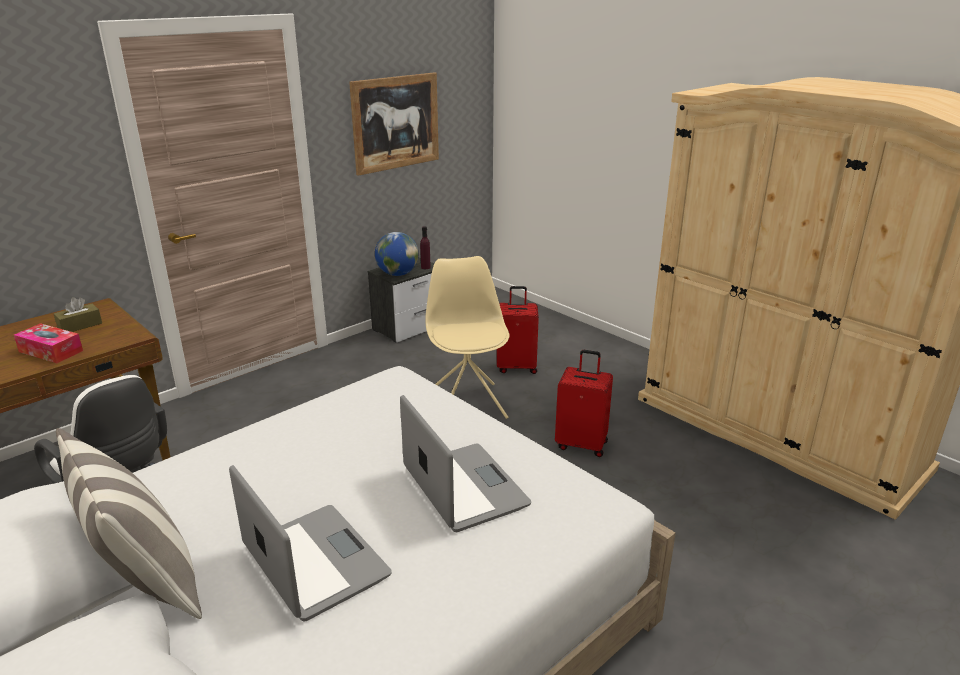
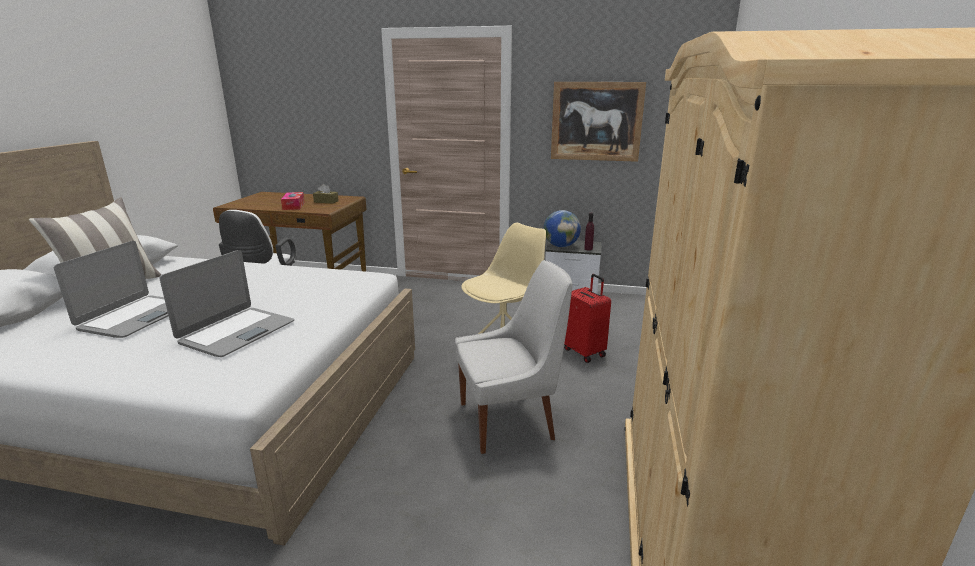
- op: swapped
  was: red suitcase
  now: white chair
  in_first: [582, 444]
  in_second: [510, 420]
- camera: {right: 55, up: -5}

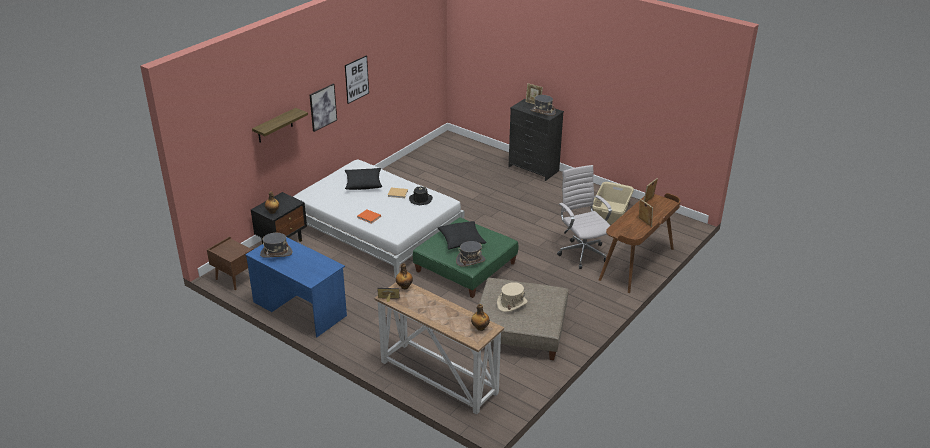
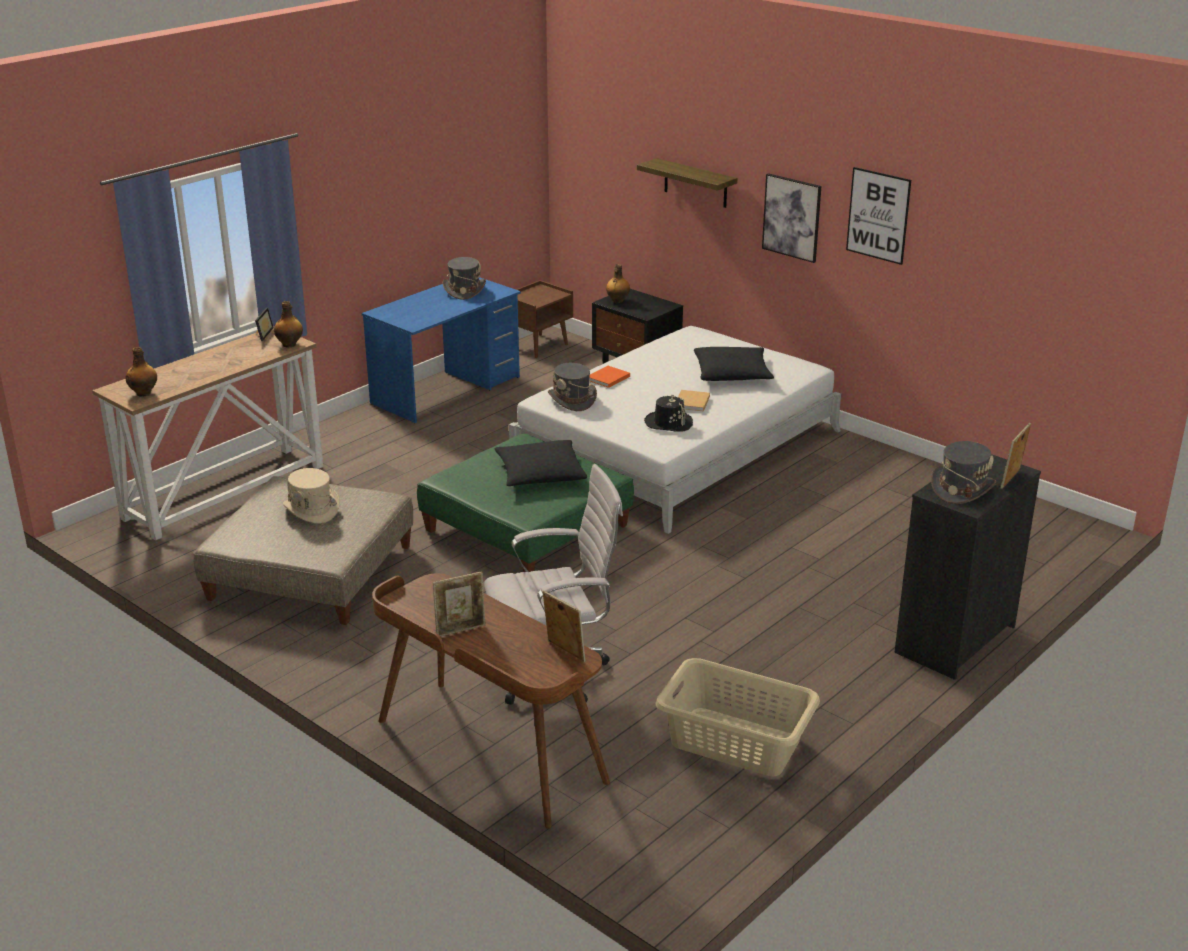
- op: shifted
  was: grey hat
  in_first: [470, 260]
  in_second: [572, 400]
- camera: {right: 95, up: -5}

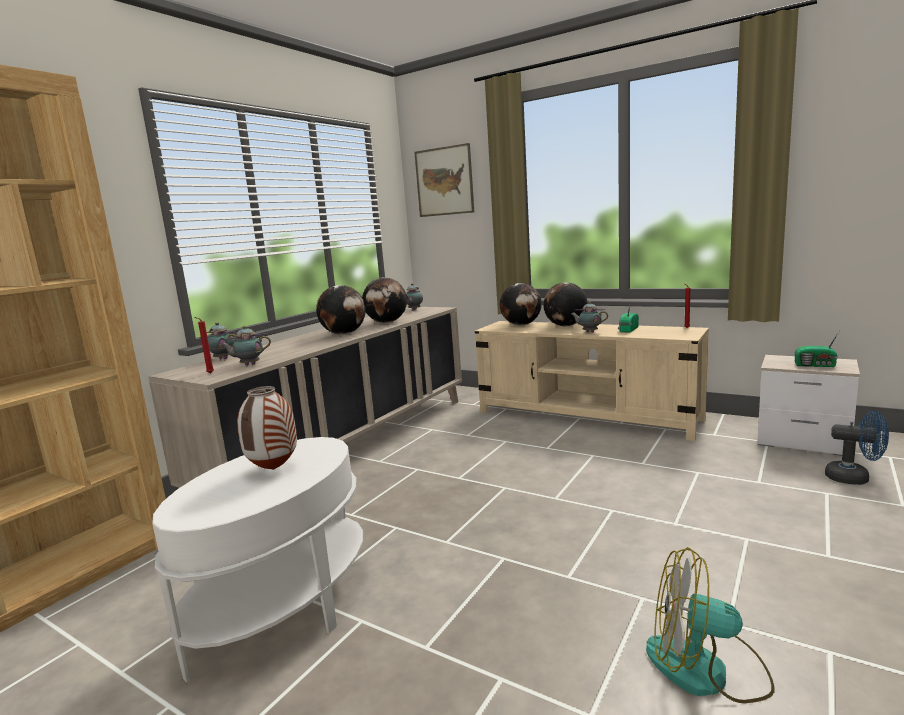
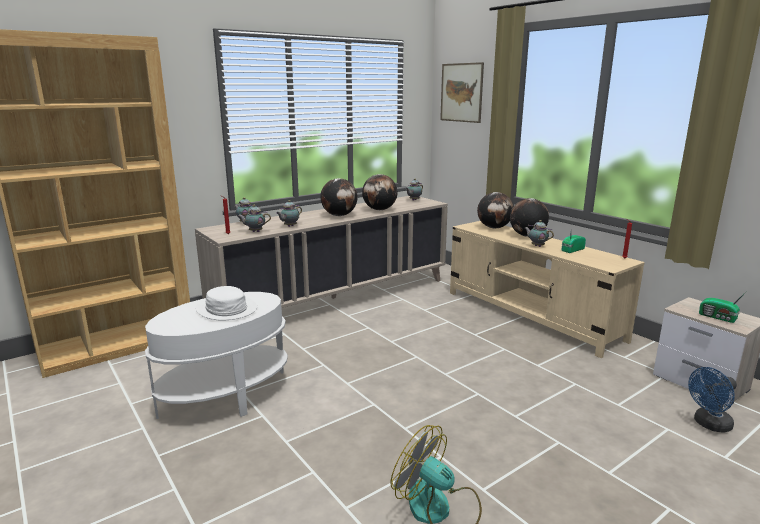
- op: swapped
  was: vase
  now: white hat
  in_first: [273, 469]
  in_second: [226, 309]
- op: new
  now: teapot
  in_second: [289, 226]
- op: rotated
  was: blue fan
  in_first: [854, 478]
  in_second: [709, 424]
  clockwise: 105
- camera: {right: 20, up: 5}

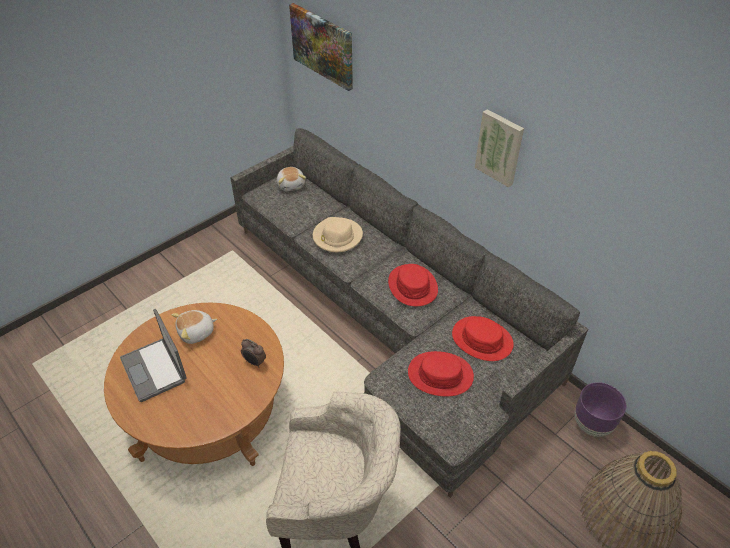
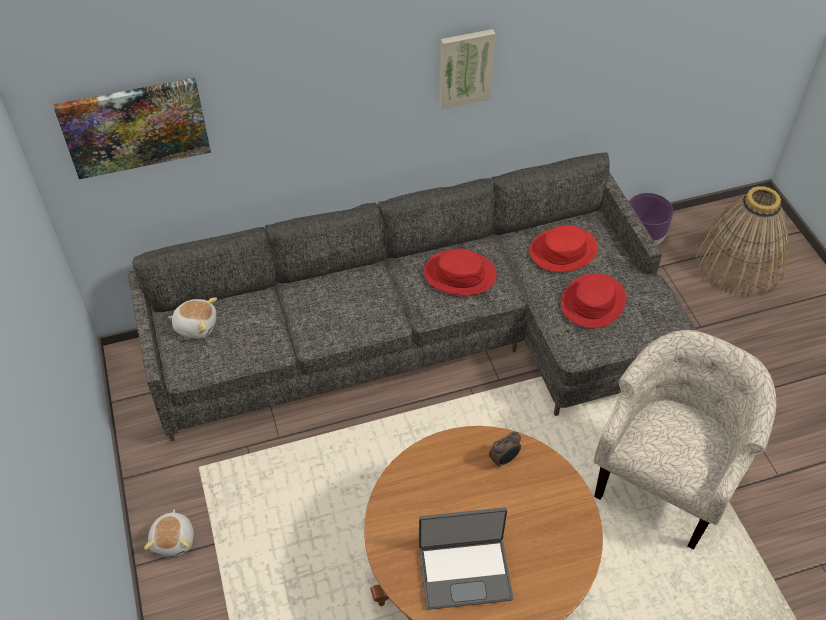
- op: shifted
  was: plush toy
  in_first: [196, 333]
  in_second: [174, 540]
- op: gone
  was: beige hat
  in_first: [337, 237]
- camera: {right: -65, up: 5}

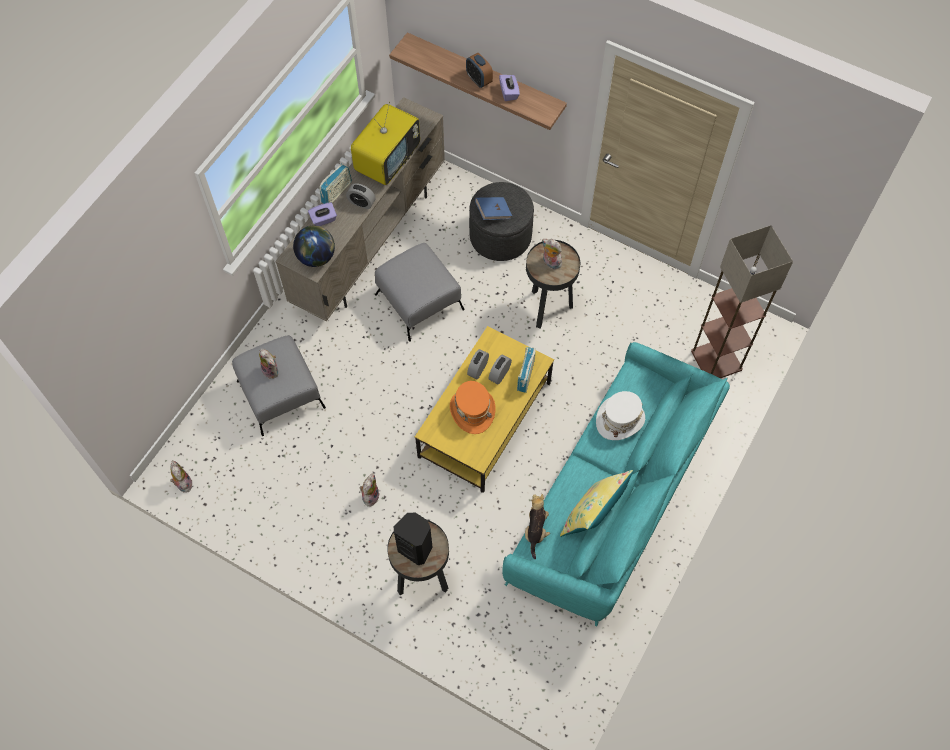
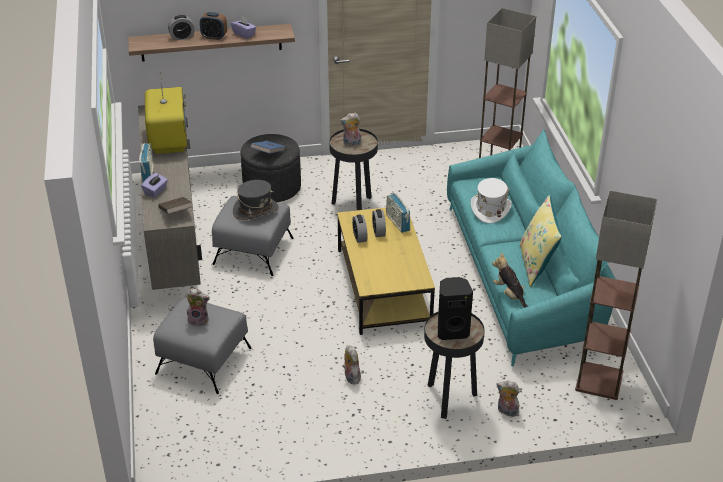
- op: swapped
  was: globe
  now: brown book
  in_first: [316, 257]
  in_second: [176, 212]
- op: shifted
  was: alarm clock
  in_first: [361, 203]
  in_second: [182, 37]
- op: new
  now: grey hat
  in_second: [255, 210]
- op: shifted
  was: plush toy
  in_first: [183, 483]
  in_second: [506, 411]
- op: new
  now: floor lamp
  in_second: [598, 381]
- op: gone
  was: orange hat
  in_first: [472, 411]
- camera: {right: -40, up: -25}

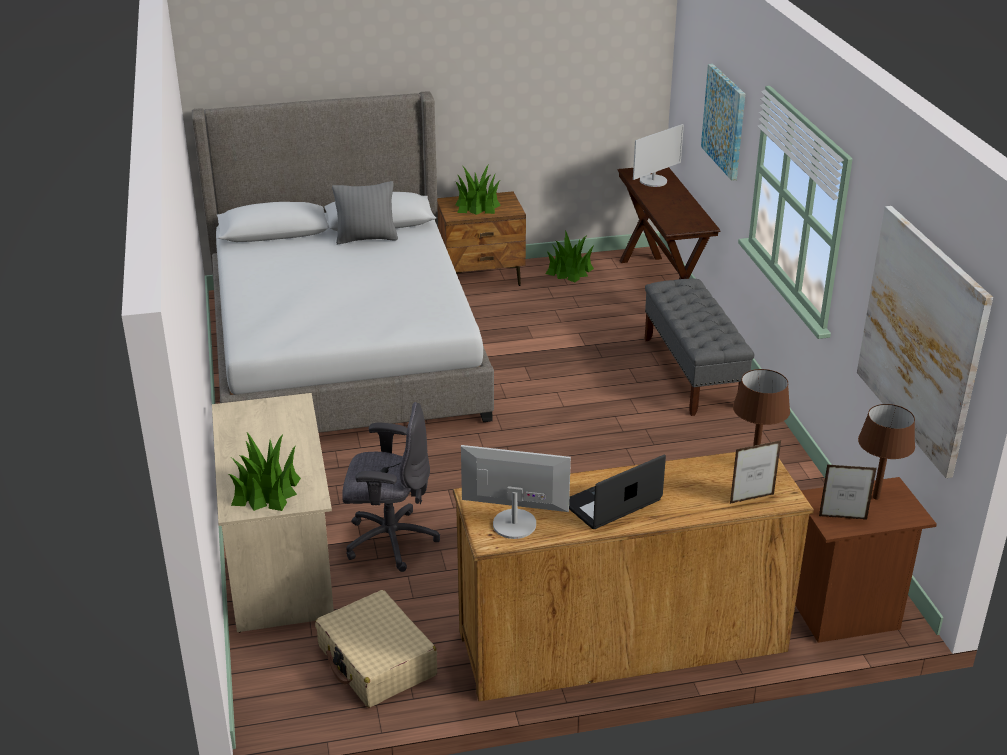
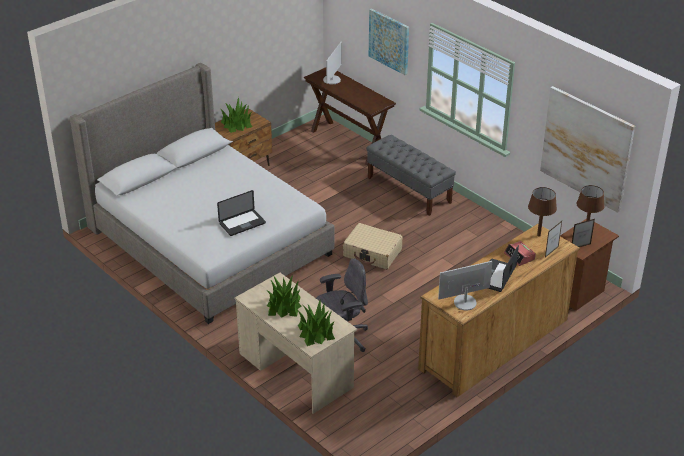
- op: new
  now: laptop
  in_second: [242, 223]
- op: shifted
  was: potted plant
  in_first: [569, 270]
  in_second: [284, 305]
- op: shifted
  was: beige suitcase
  in_first: [377, 661]
  in_second: [372, 253]
- op: new
  now: alarm clock
  in_second: [519, 256]
- op: gone
  was: grey pillow
  in_first: [366, 238]
- camera: {right: -30, up: 5}

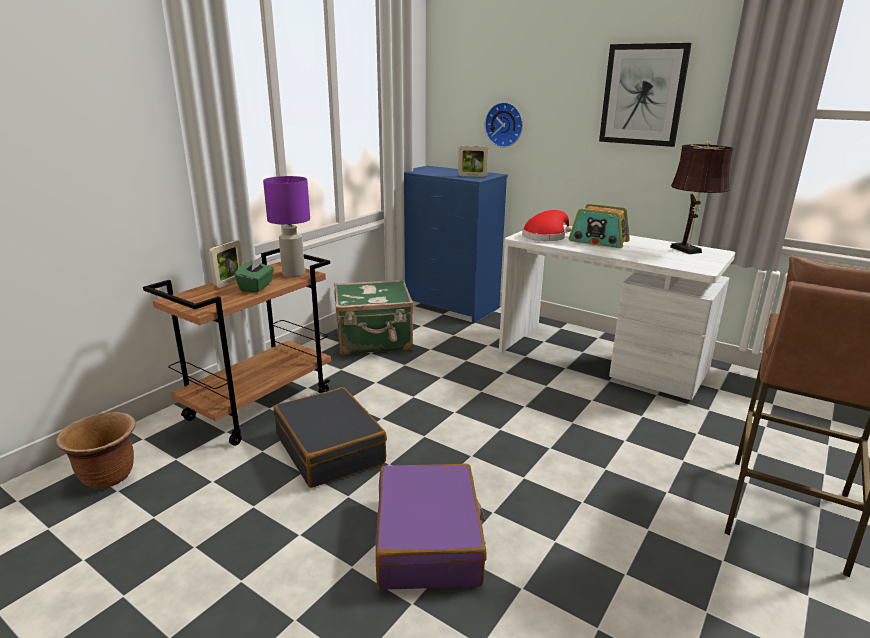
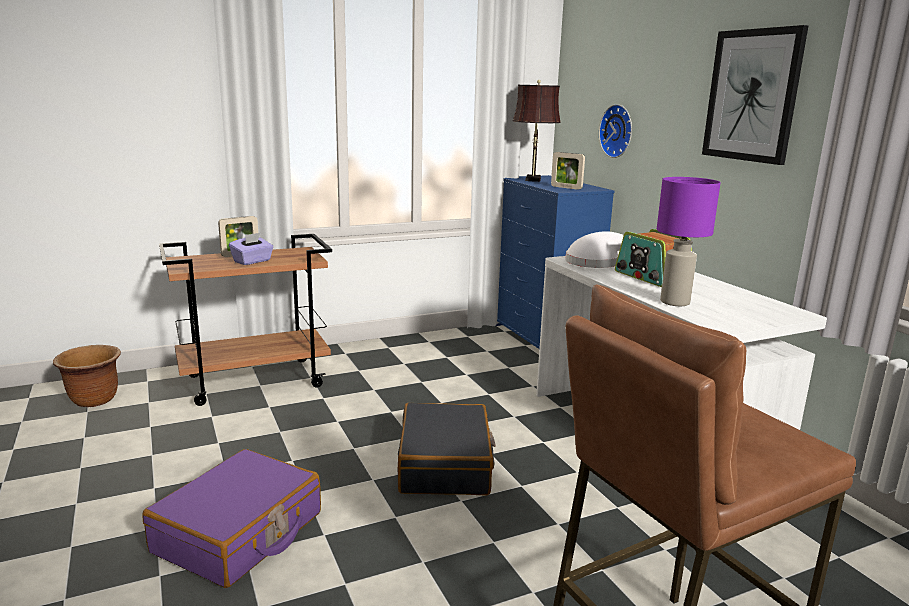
- op: repainted
  was: green tissue box
  now: purple tissue box
  in_first: [256, 287]
  in_second: [252, 261]
- op: shifted
  was: black suitcase
  in_first: [330, 449]
  in_second: [445, 464]
- op: shifted
  was: brown table lamp
  in_first: [687, 250]
  in_second: [532, 180]
- op: repainted
  was: red hat
  now: white hat
  in_first: [545, 236]
  in_second: [596, 263]
- op: shifted
  was: purple table lamp
  in_first: [294, 274]
  in_second: [675, 302]
- op: gone
  was: green suitcase
  in_first: [374, 340]
- camera: {right: 30, up: -5}

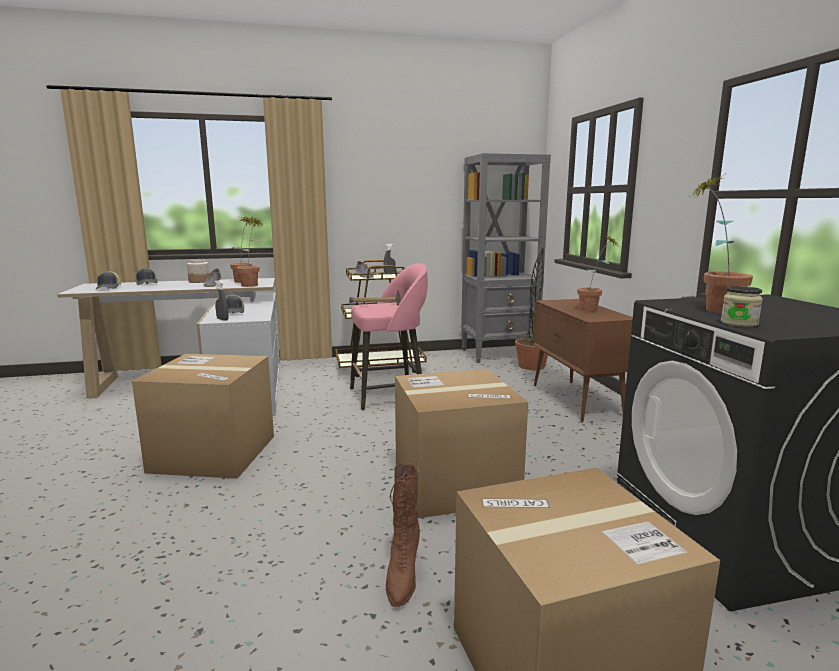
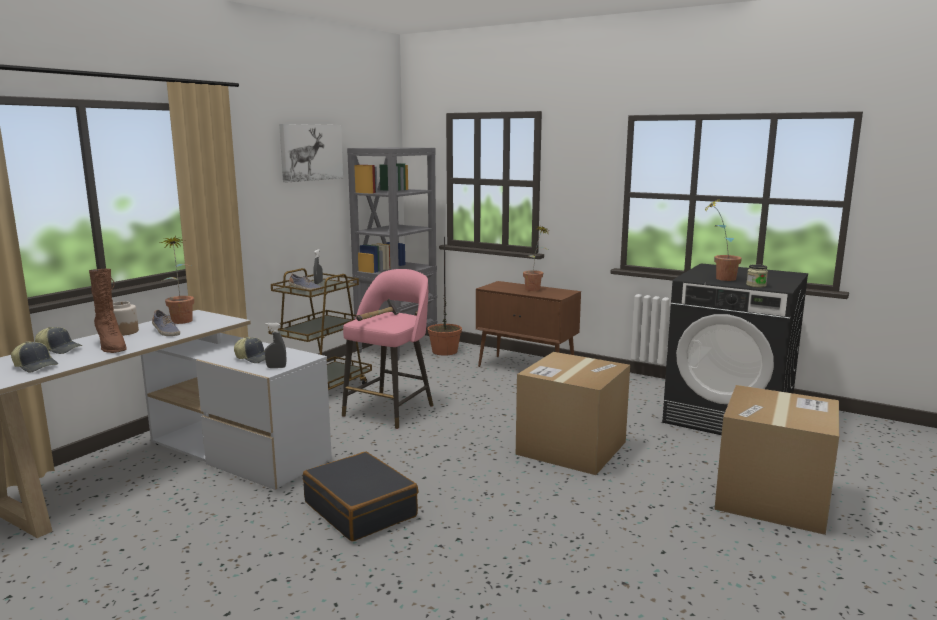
- op: shifted
  was: brown boot
  in_first: [402, 575]
  in_second: [111, 346]
- op: new
  now: picture
  in_second: [311, 152]
- op: swapped
  was: cardboard box
  now: black suitcase
  in_first: [213, 453]
  in_second: [361, 509]
- op: gone
  was: potted plant
  in_first: [253, 284]
- camera: {right: -45, up: 0}

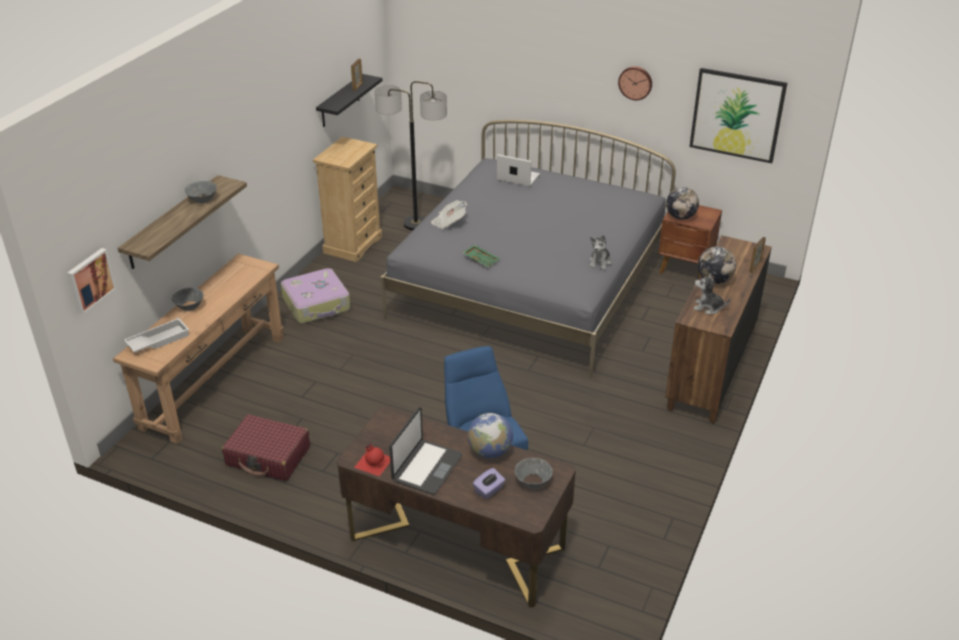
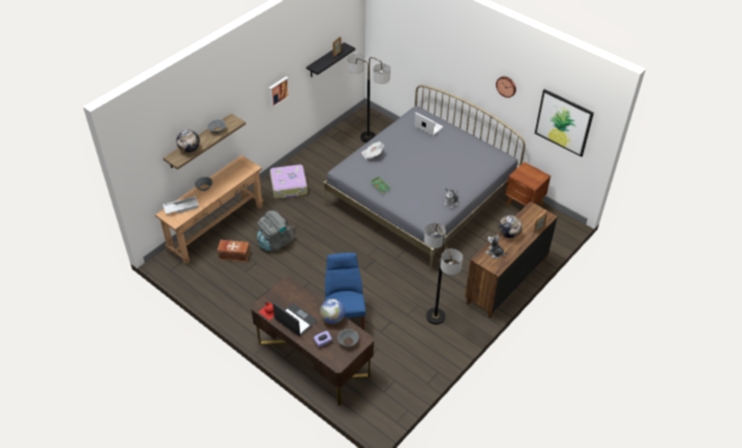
- op: shifted
  was: globe
  in_first: [680, 217]
  in_second: [189, 149]
- op: new
  now: brown storage box
  in_second: [234, 255]
- op: new
  now: grey backpack
  in_second: [275, 242]
- op: shifted
  was: picture
  in_first: [90, 280]
  in_second: [278, 91]
- op: rotated
  was: laptop
  in_first: [426, 467]
  in_second: [295, 320]
  clockwise: -90
- op: new
  now: floor lamp
  in_second: [435, 316]
- op: gone
  was: red suitcase
  in_first: [268, 456]
- op: gone
  was: beige dresser
  in_first: [353, 244]
- camera: {right: 15, up: 10}

